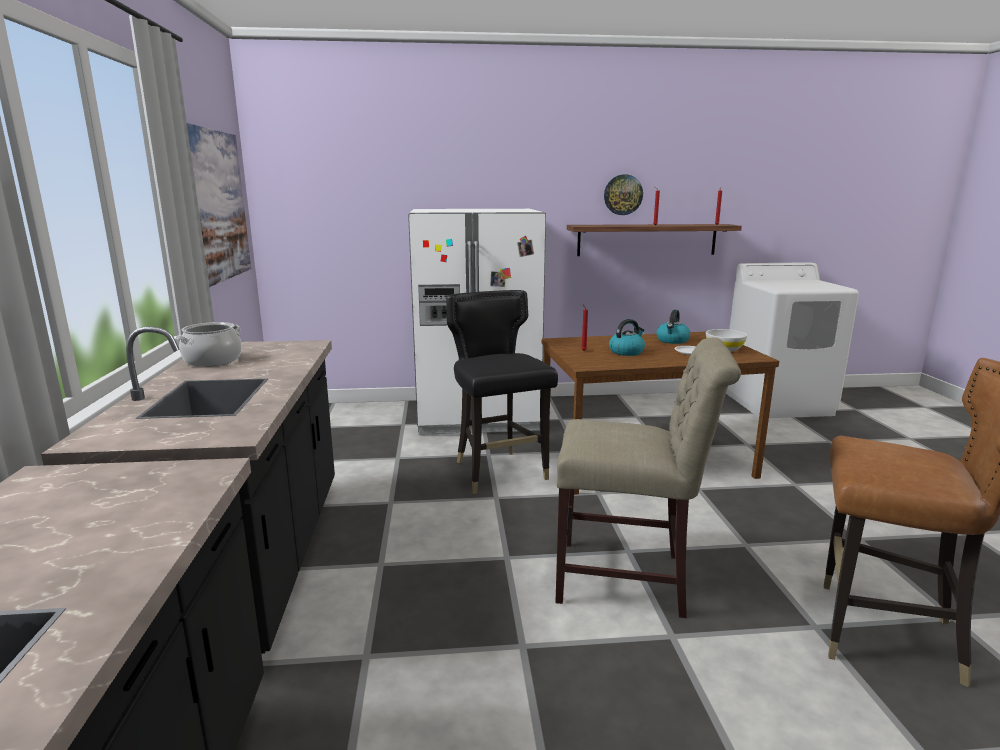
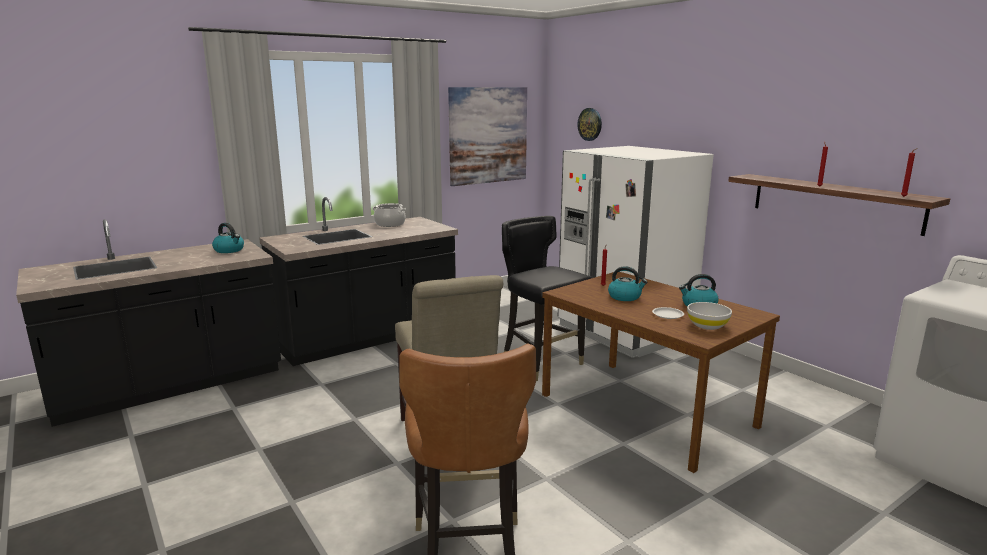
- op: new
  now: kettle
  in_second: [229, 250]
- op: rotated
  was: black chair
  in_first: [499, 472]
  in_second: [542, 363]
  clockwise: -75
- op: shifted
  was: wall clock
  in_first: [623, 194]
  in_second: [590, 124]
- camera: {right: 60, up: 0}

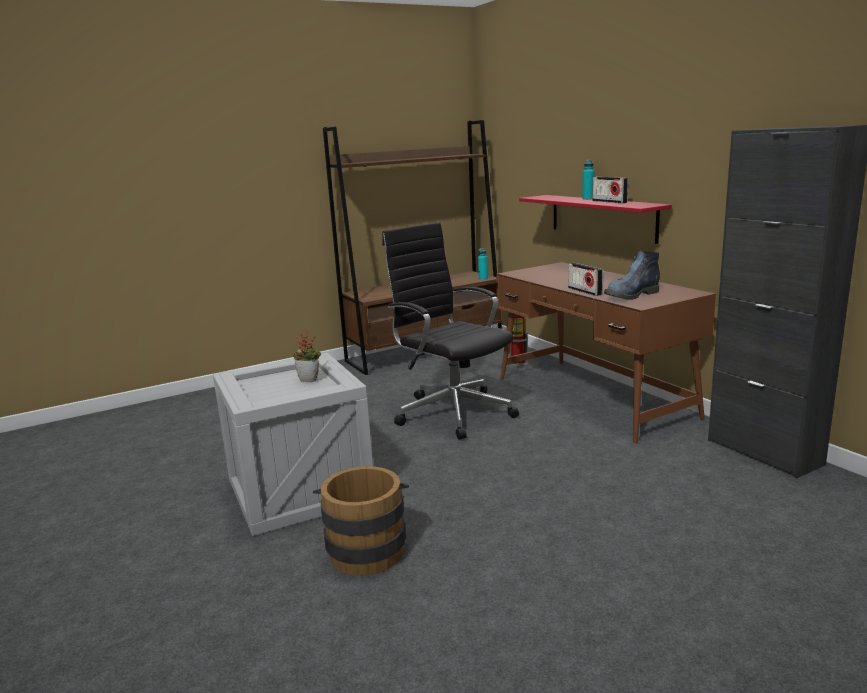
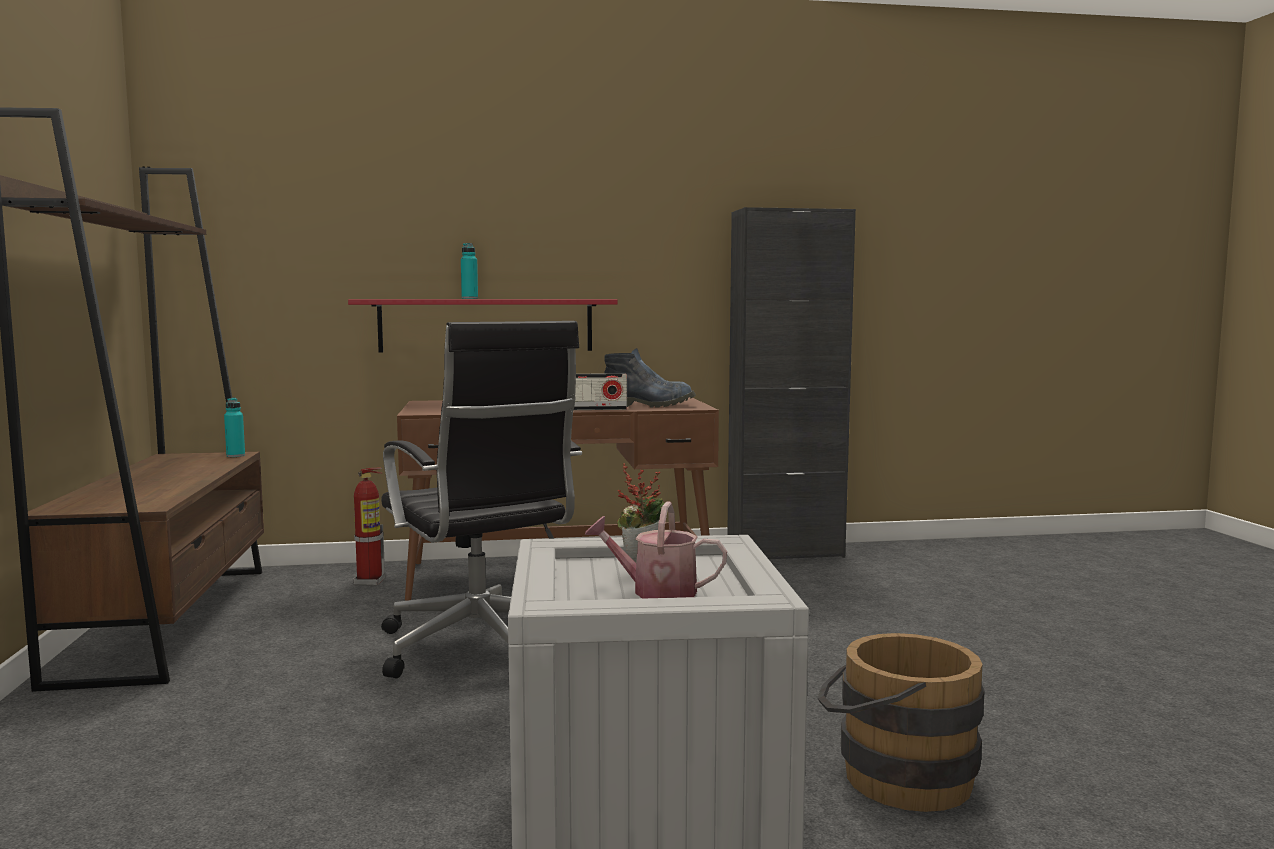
- op: rotated
  was: black office chair
  in_first: [452, 412]
  in_second: [481, 648]
  clockwise: -105
- op: new
  now: watering can
  in_second: [655, 591]
- op: rotated
  was: boot
  in_first: [631, 296]
  in_second: [651, 405]
  clockwise: -75
- op: gone
  was: radio
  in_first: [609, 201]
- camera: {right: -70, up: -10}

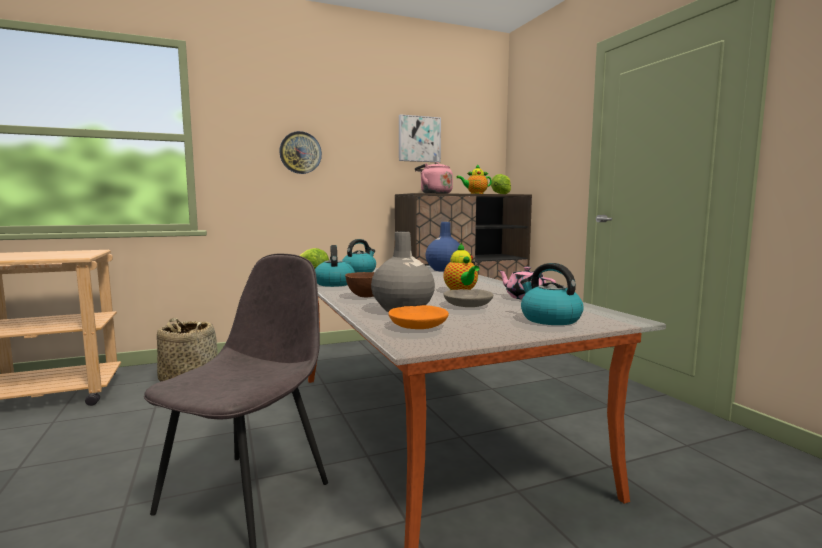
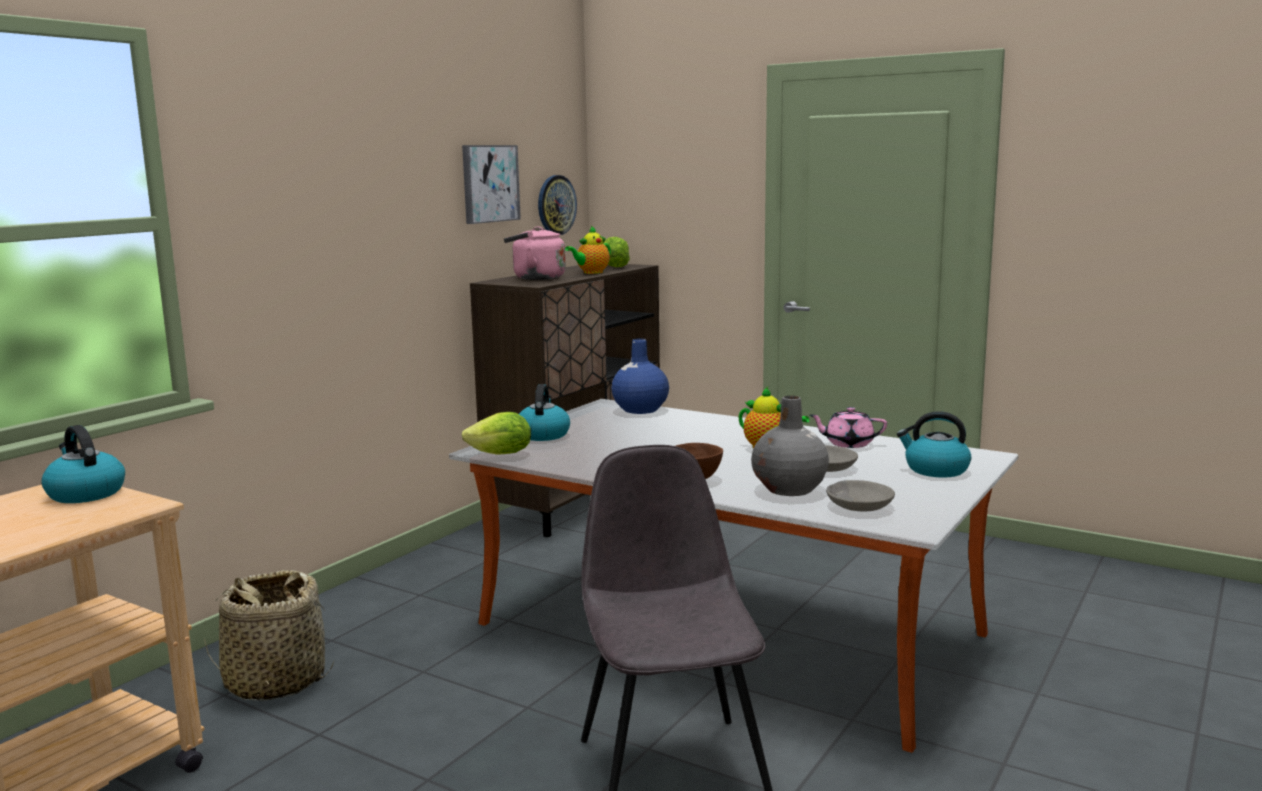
- op: shifted
  was: kettle
  in_first: [334, 283]
  in_second: [85, 493]
- op: shifted
  was: wall clock
  in_first: [300, 152]
  in_second: [556, 205]
- op: repainted
  was: orange bowl
  now: grey bowl
  in_first: [418, 325]
  in_second: [859, 505]
- camera: {right: -35, up: 5}

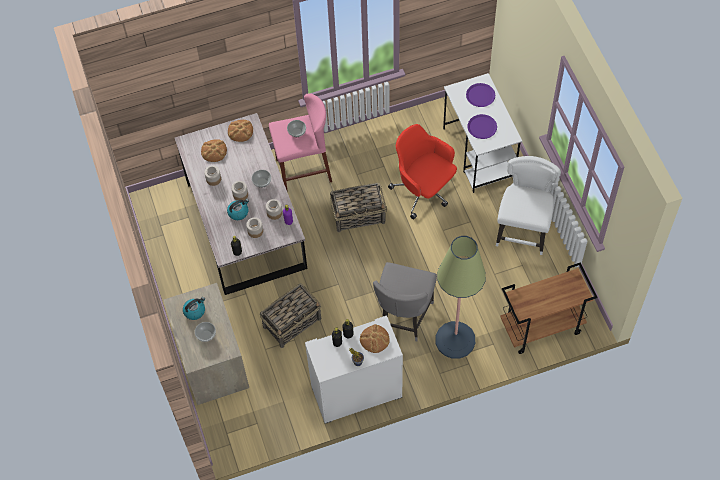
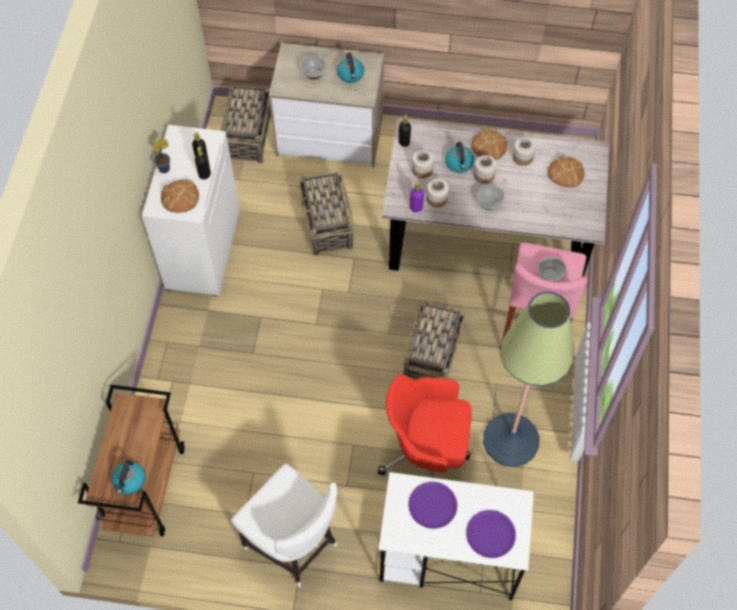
- op: new
  now: kettle
  in_second: [130, 481]
- op: new
  now: basket
  in_second: [248, 137]
- op: rotated
  was: red office chair
  in_first: [423, 191]
  in_second: [426, 452]
  clockwise: -150
- op: shifted
  was: bread
  in_first: [240, 131]
  in_second: [489, 146]
- op: shifted
  was: floor lamp
  in_first: [455, 340]
  in_second: [511, 440]
- op: gone
  was: grey chair
  in_first: [403, 317]
- camera: {right: 115, up: 0}

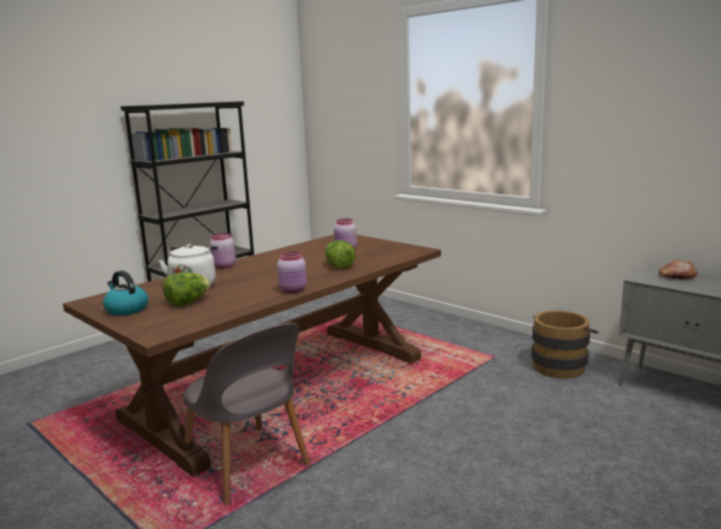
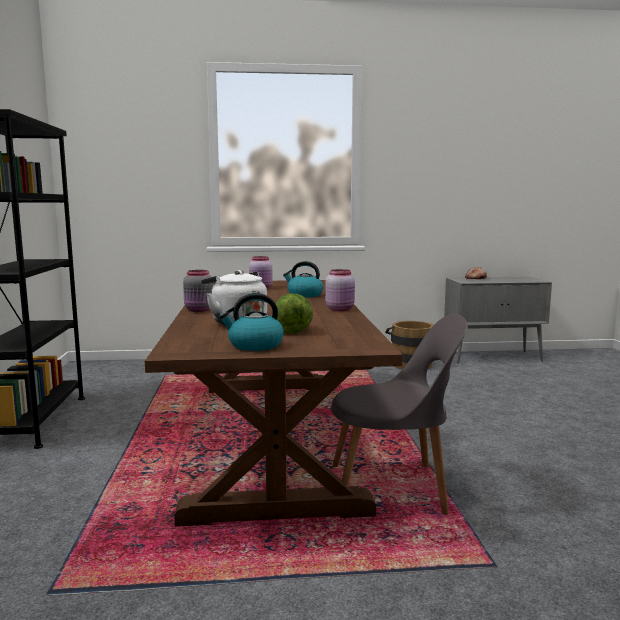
- op: repainted
  was: pink jar
  now: grey jar
  in_first: [223, 266]
  in_second: [199, 310]
- op: swapped
  was: lettuce
  now: kettle
  in_first: [338, 266]
  in_second: [304, 295]
- camera: {right: -50, up: -5}

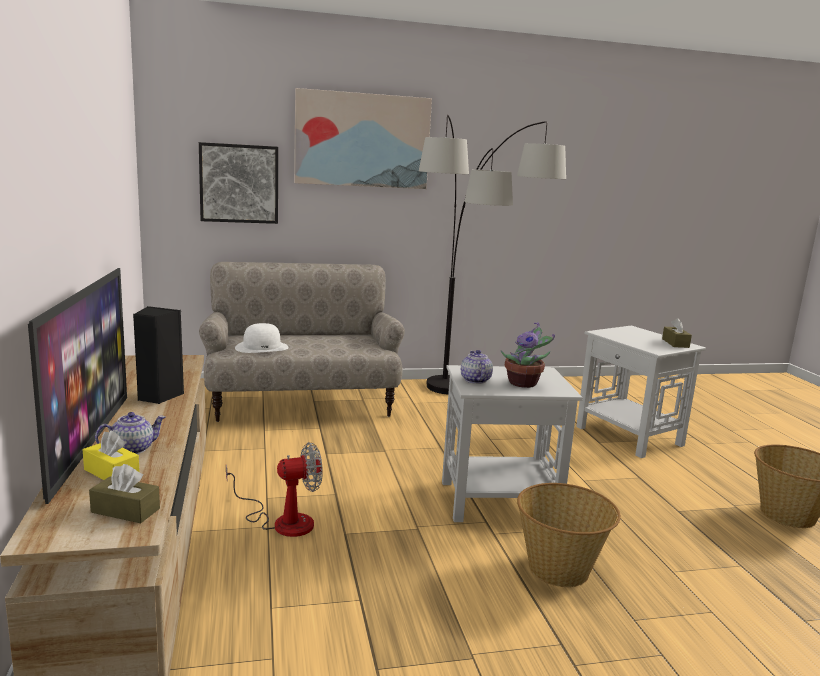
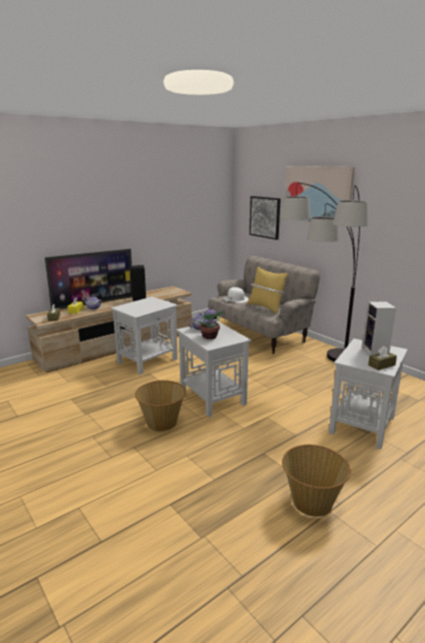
- op: swapped
  was: fan
  now: white side table
  in_first: [282, 521]
  in_second: [148, 361]
- op: new
  now: yellow pillow
  in_second: [265, 307]
- op: new
  now: speaker
  in_second: [376, 352]
- camera: {right: 65, up: 5}

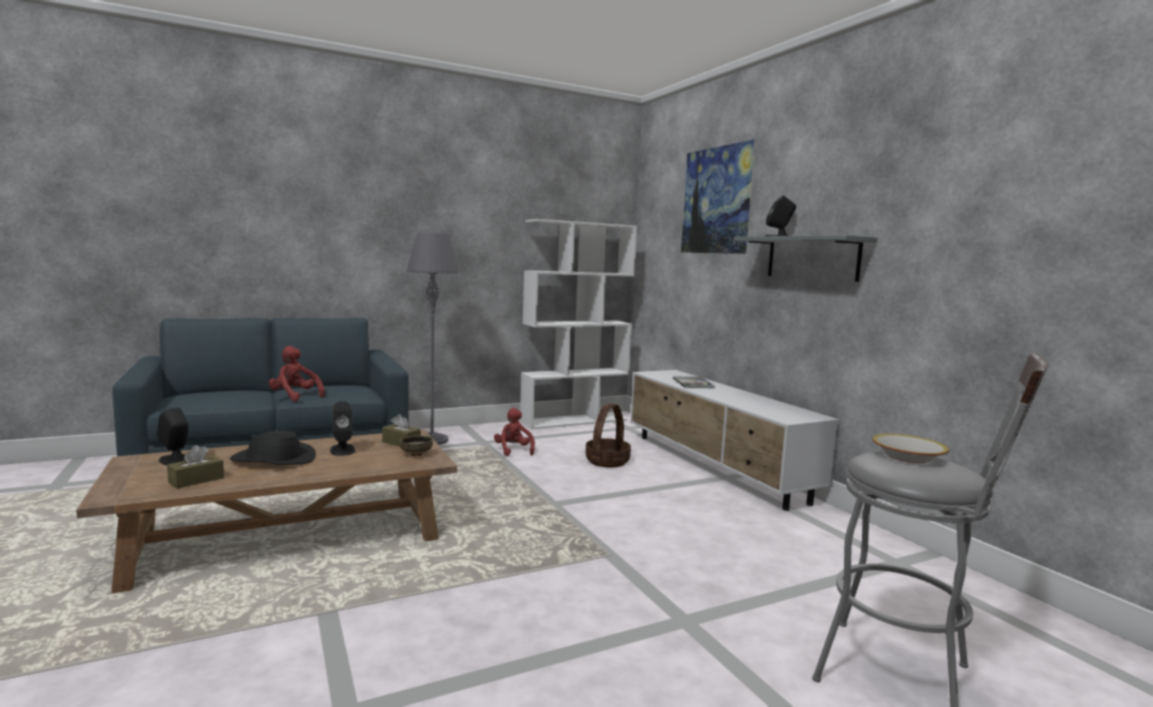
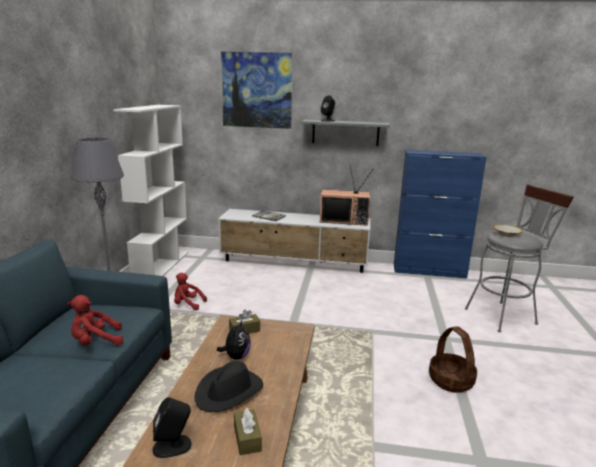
- op: swapped
  was: black speaker
  now: plush toy
  in_first: [342, 450]
  in_second: [236, 356]
- op: new
  now: television
  in_second: [344, 220]
- op: new
  now: blue cabinet
  in_second: [429, 271]
- op: shifted
  was: basket
  in_first: [607, 461]
  in_second: [451, 381]
- op: gone
  was: bowl
  in_first: [416, 454]
- camera: {right: -55, up: 10}

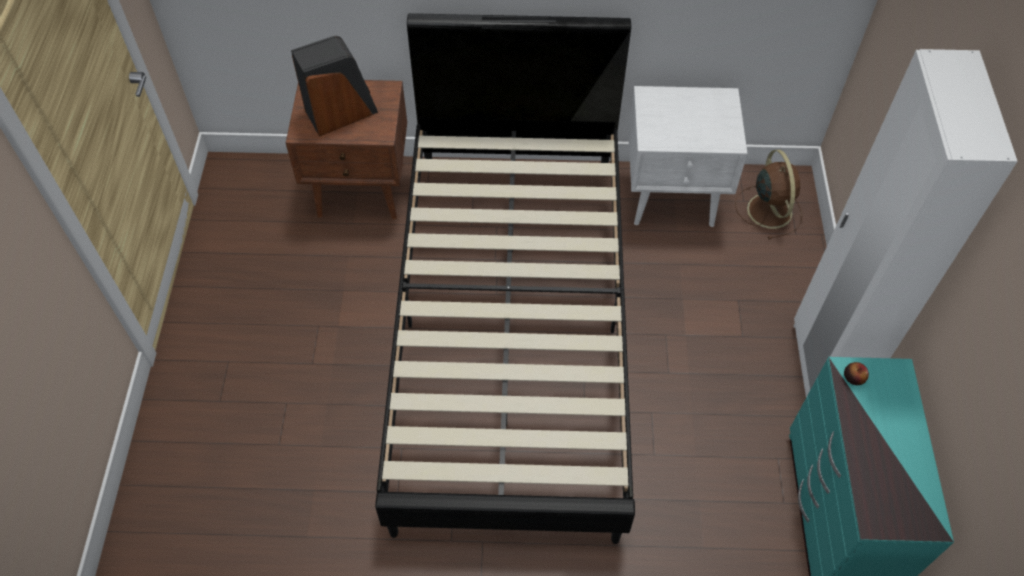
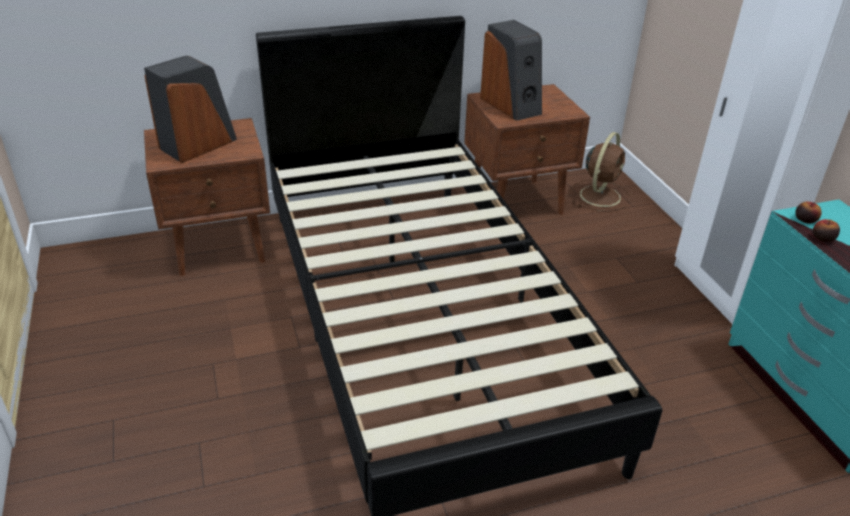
- op: repainted
  was: white nightstand
  now: brown nightstand
  in_first: [673, 197]
  in_second: [517, 201]
- op: new
  now: speaker
  in_second: [511, 105]
- op: rotated
  was: brown fan
  in_first: [768, 209]
  in_second: [600, 195]
  clockwise: 60
- op: new
  now: apple
  in_second: [823, 238]
- camera: {right: -20, up: -20}

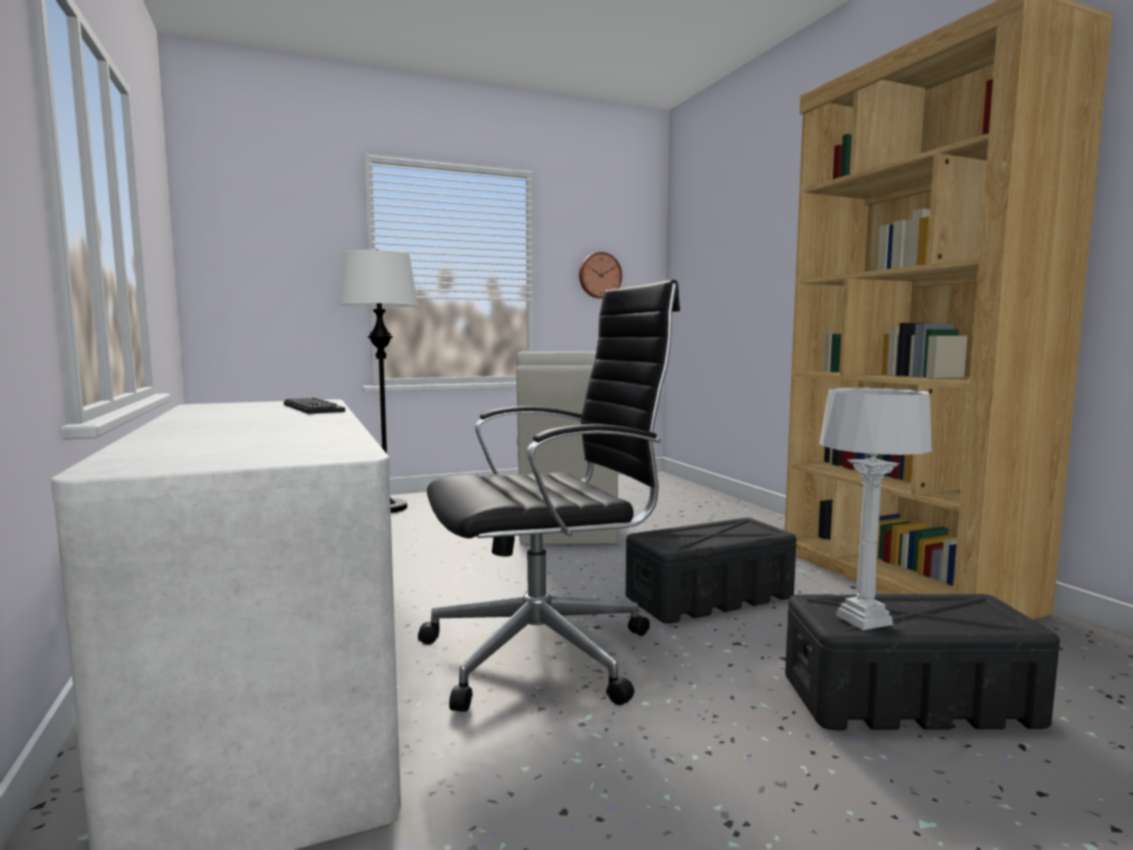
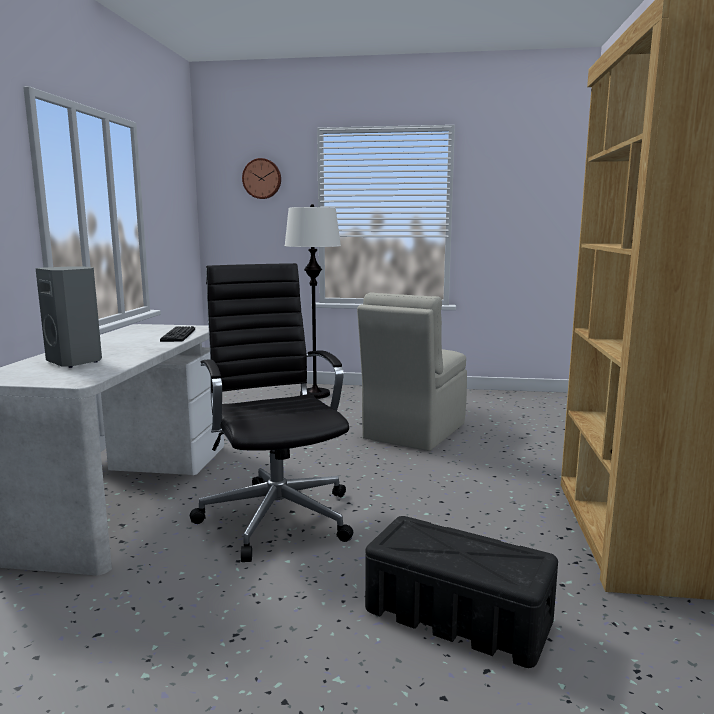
- op: new
  now: grey speaker
  in_second: [76, 362]
- op: rotated
  was: black office chair
  in_first: [547, 652]
  in_second: [277, 515]
  clockwise: -120
- op: shifted
  was: wall clock
  in_first: [599, 275]
  in_second: [262, 178]
- op: gone
  was: black storage box
  in_first: [710, 597]
- op: gone
  was: grey table lamp
  in_first: [863, 619]
- camera: {right: 30, up: 5}

